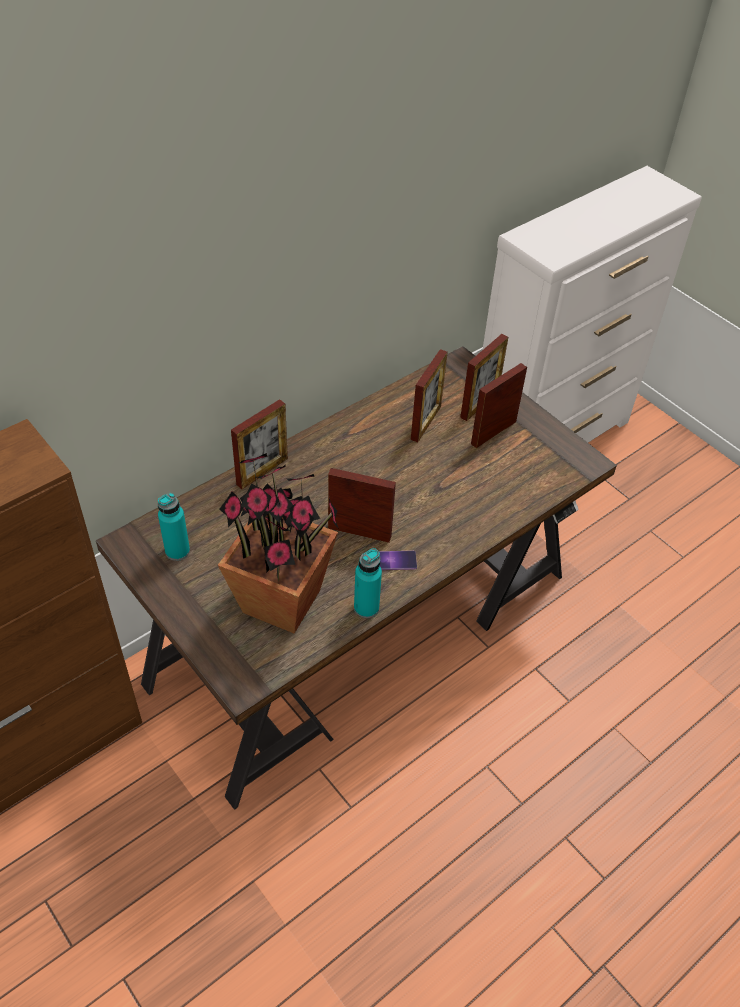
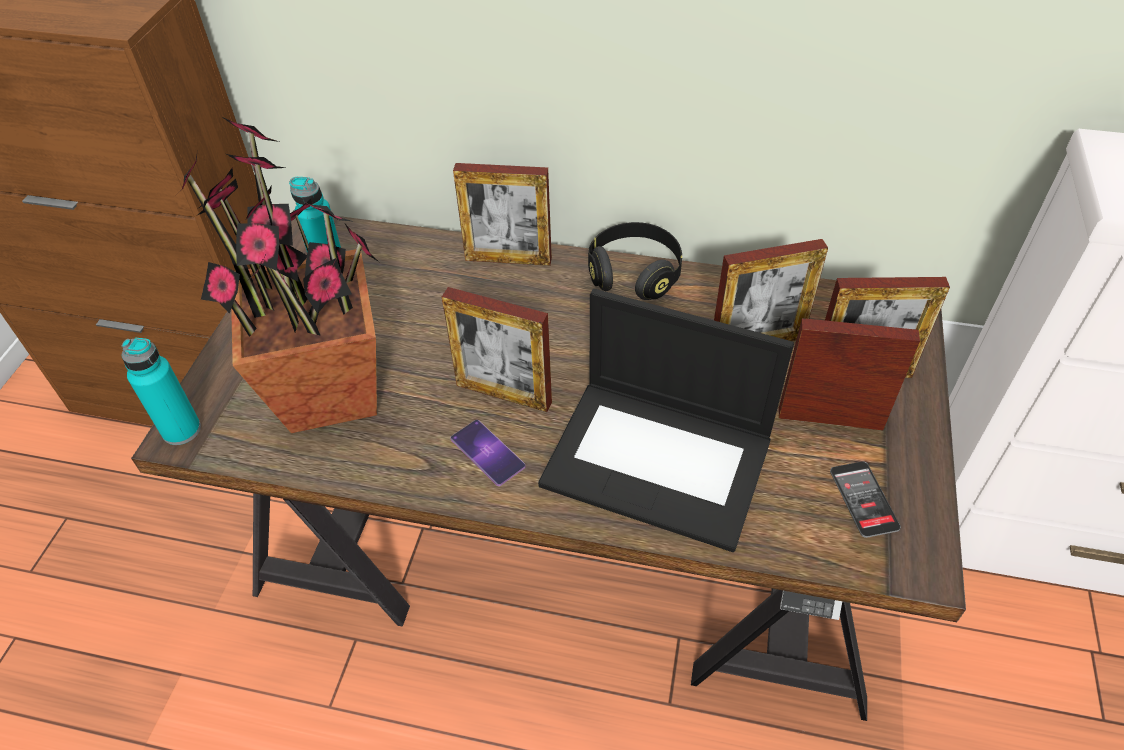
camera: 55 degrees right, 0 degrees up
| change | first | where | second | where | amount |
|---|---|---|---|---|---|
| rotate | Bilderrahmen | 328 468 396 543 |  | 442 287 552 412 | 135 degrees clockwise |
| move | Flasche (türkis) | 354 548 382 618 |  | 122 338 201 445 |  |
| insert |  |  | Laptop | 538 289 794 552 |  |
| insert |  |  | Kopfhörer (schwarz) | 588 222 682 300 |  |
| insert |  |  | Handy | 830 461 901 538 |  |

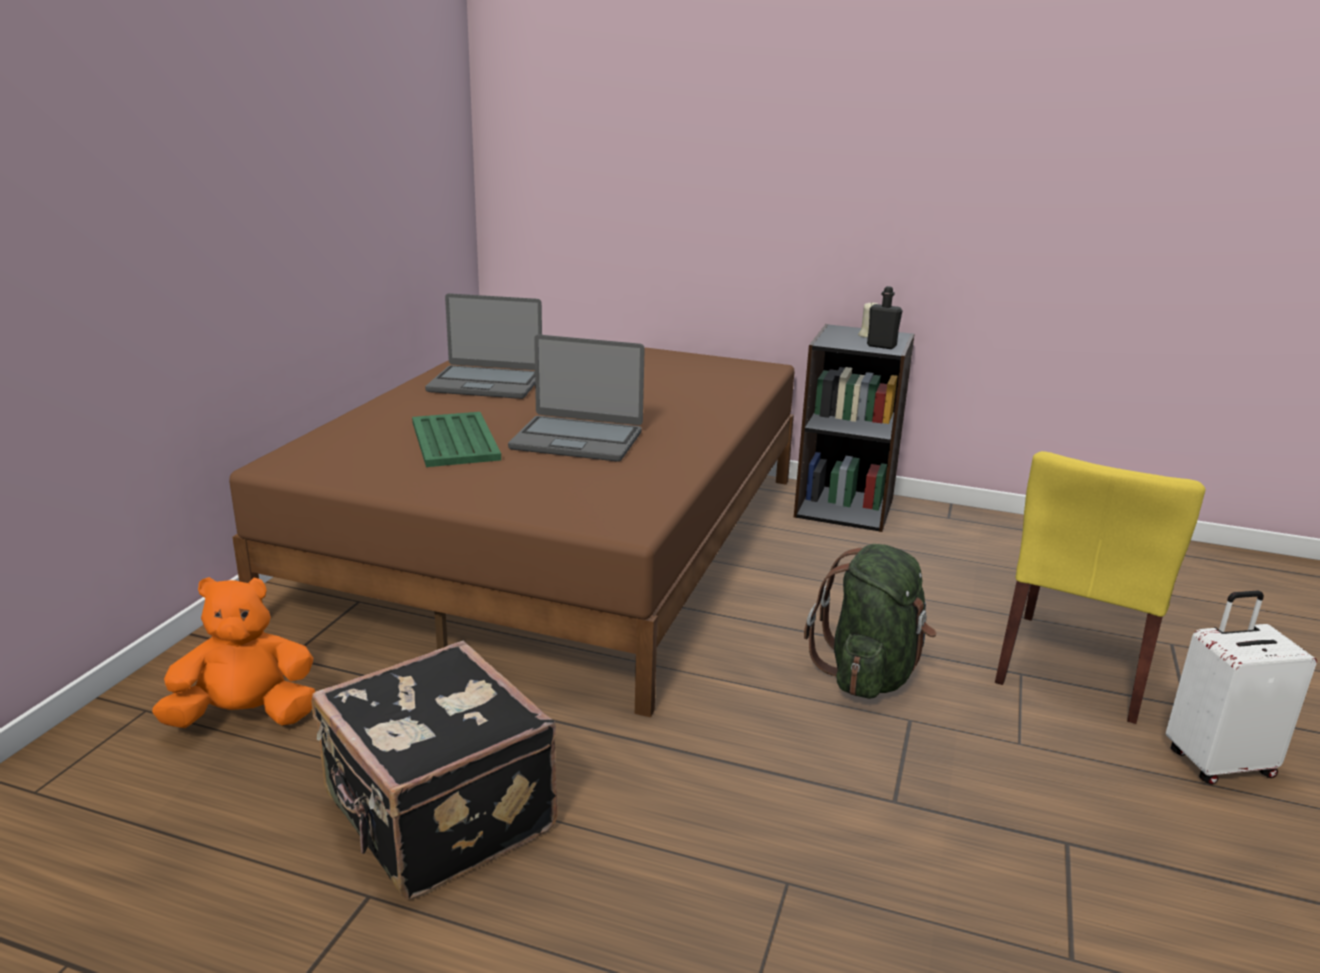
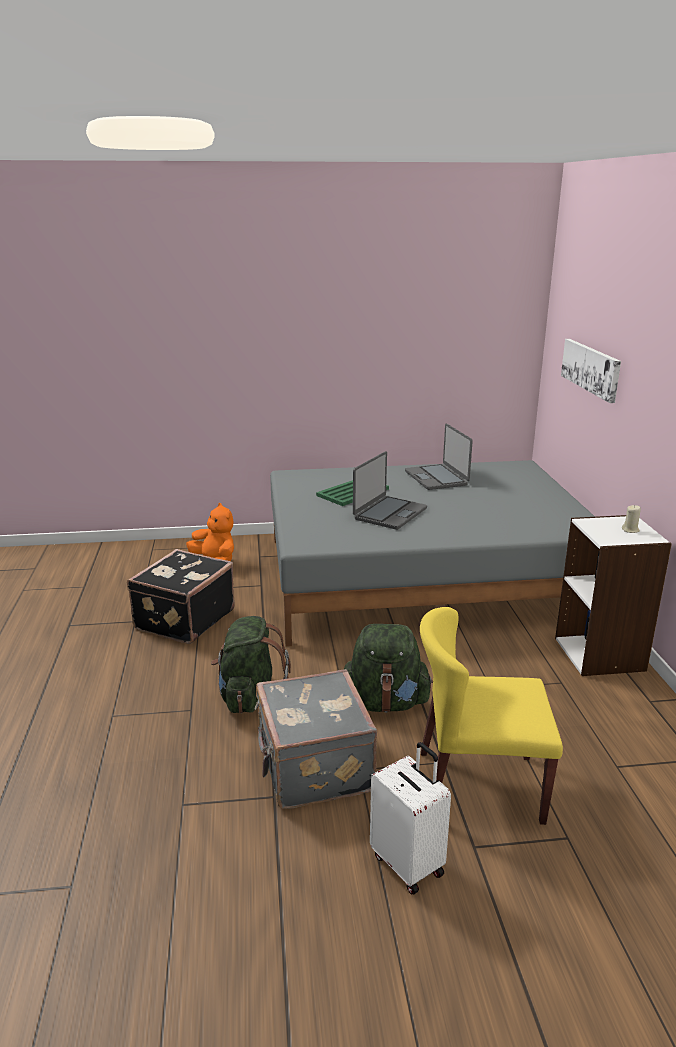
camera: 65 degrees right, 0 degrees up
| change | first | where | second | where | amount |
|---|---|---|---|---|---|
| recolor | Bett (braun) | 229 347 794 718 | Bett (grau) | 270 460 595 646 |  |
| rotate | Laptop | 508 334 645 462 |  | 353 451 427 530 | 135 degrees counterclockwise |
| recolor | Bücherregal (schwarz) | 794 324 915 532 | Bücherregal (weiß) | 555 515 672 676 |  |
| delete | Flasche (schwarz) | 867 286 903 349 |  |  |  |
| insert |  |  | Rucksack (grün) | 211 616 291 713 |  |
| insert |  |  | Koffer (grau) | 255 669 377 809 |  |
| insert |  |  | Bild | 561 339 621 403 |  |

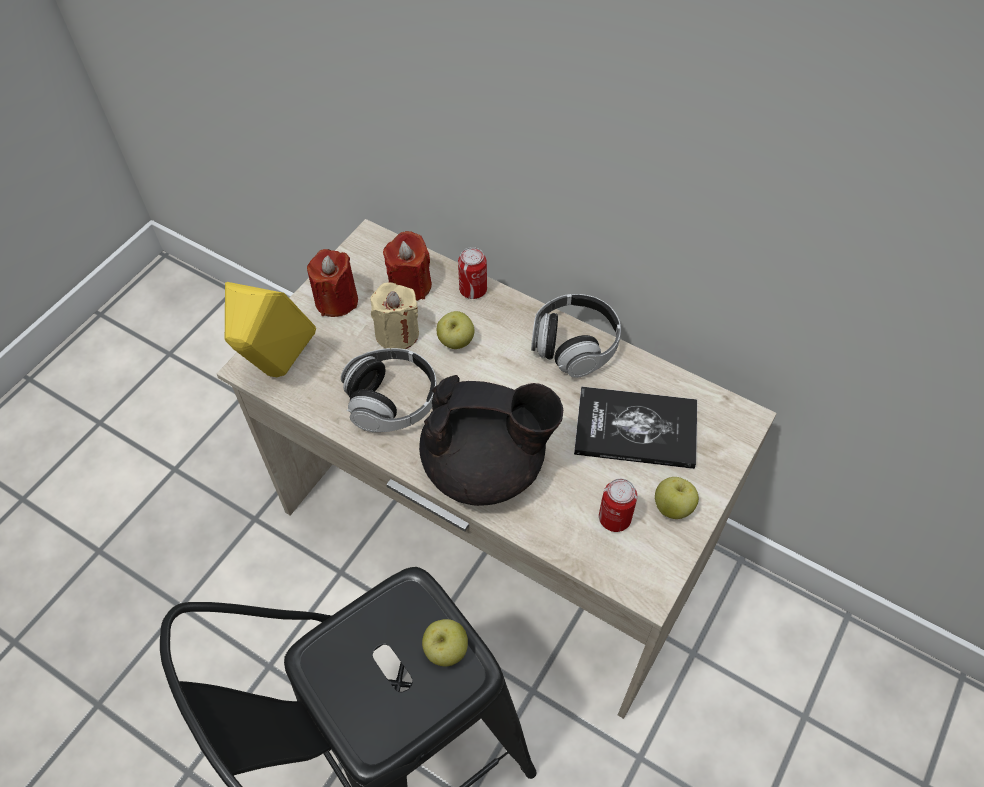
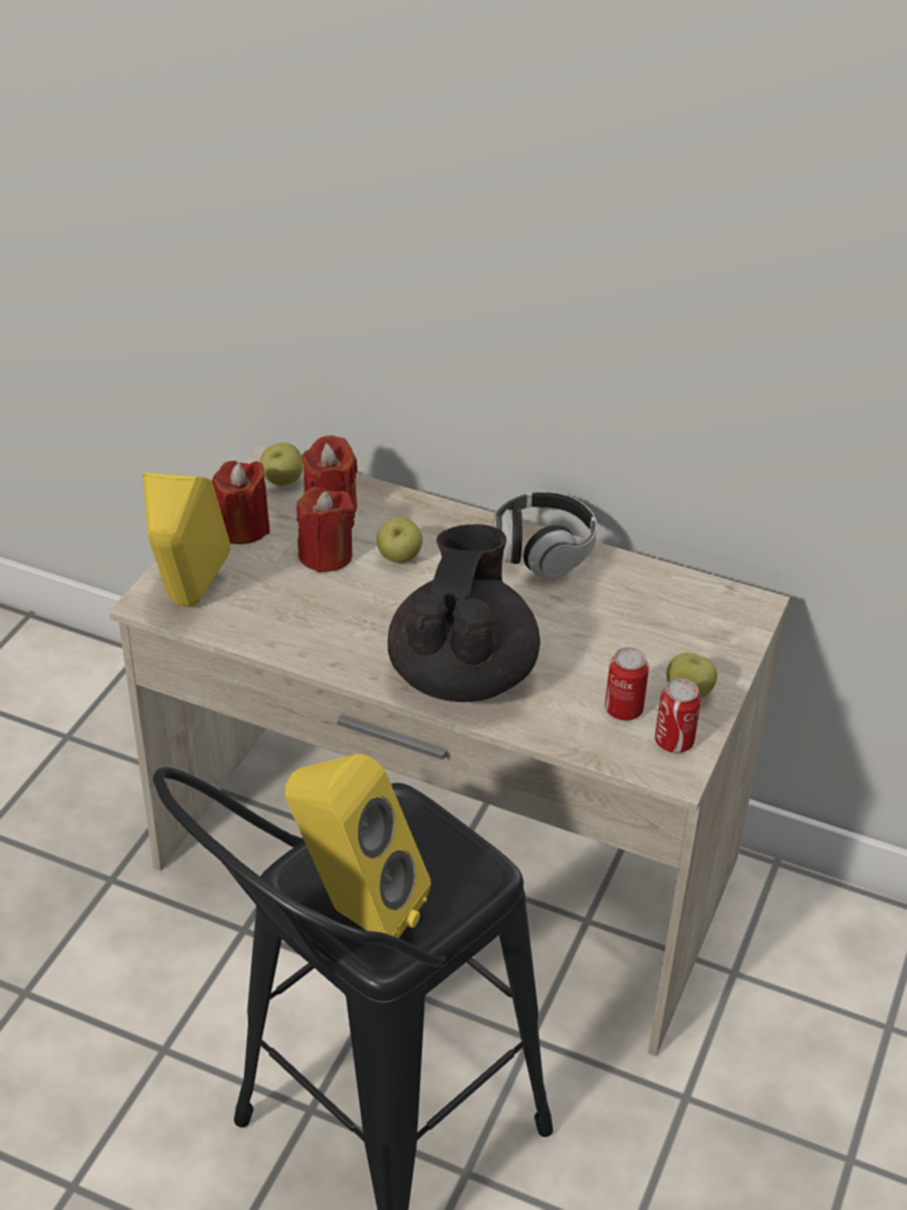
camera: 10 degrees left, 15 degrees down
| change | first | where | second | where | amount |
|---|---|---|---|---|---|
| delete | Kopfhörer | 341 348 437 432 |  |  |  |
| recolor | Kerze (beige) | 370 282 419 349 | Kerze (rot) | 297 487 355 573 |  |
| rotate | Teekanne (schwarz) | 419 375 563 506 |  | 388 524 540 702 | 75 degrees counterclockwise |
| move | Apfel | 422 619 468 667 |  | 260 443 303 486 |  |
| move | Dose | 458 247 487 299 |  | 655 679 701 753 |  |
| delete | Buch | 574 386 697 469 |  |  |  |
| insert |  |  | Lautsprecher (gelb) | 285 753 431 938 |  |

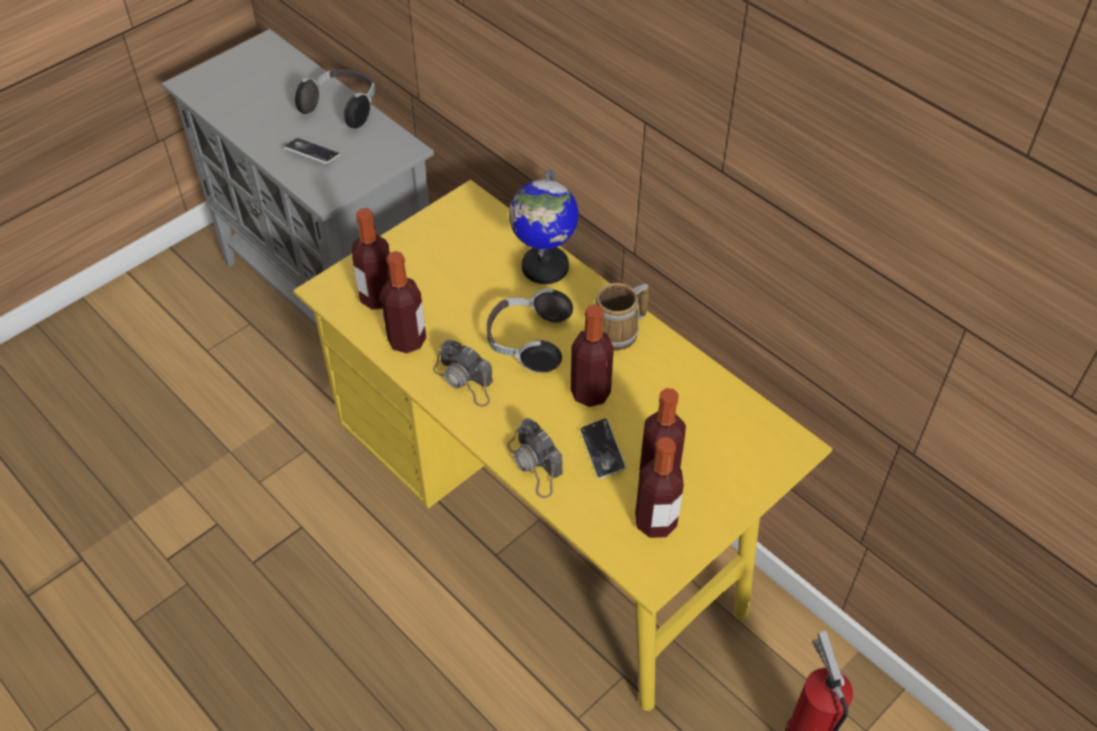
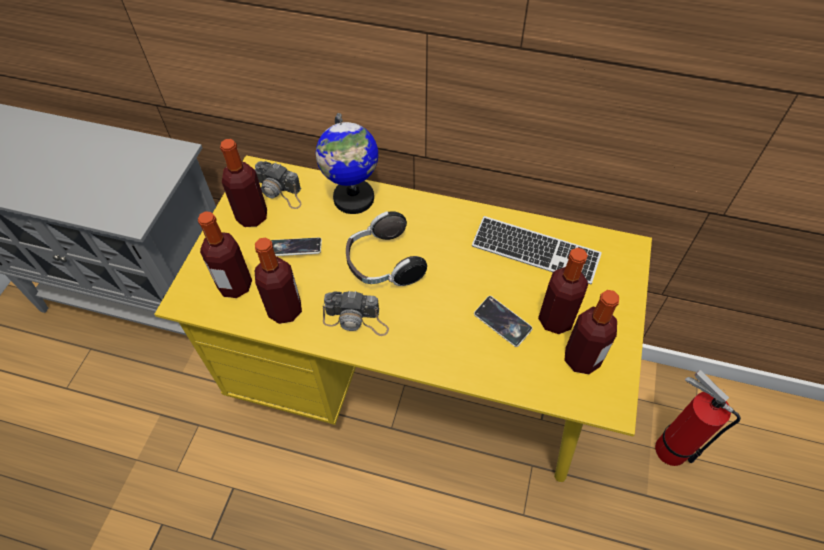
camera: 30 degrees left, 5 degrees up
| change | first | where | second | where | amount |
|---|---|---|---|---|---|
| move | Handy | 284 138 340 164 |  | 271 237 322 256 |  |
| delete | Kopfhörer | 295 69 375 128 |  |  |  |
| move | Kamera | 507 418 563 498 |  | 254 161 302 209 |  |
| move | Flasche | 571 304 614 407 |  | 220 139 267 227 |  |
| delete | Henkelbecher | 595 283 649 351 |  |  |  |
| insert |  |  | Tastatur | 472 216 602 284 |  |

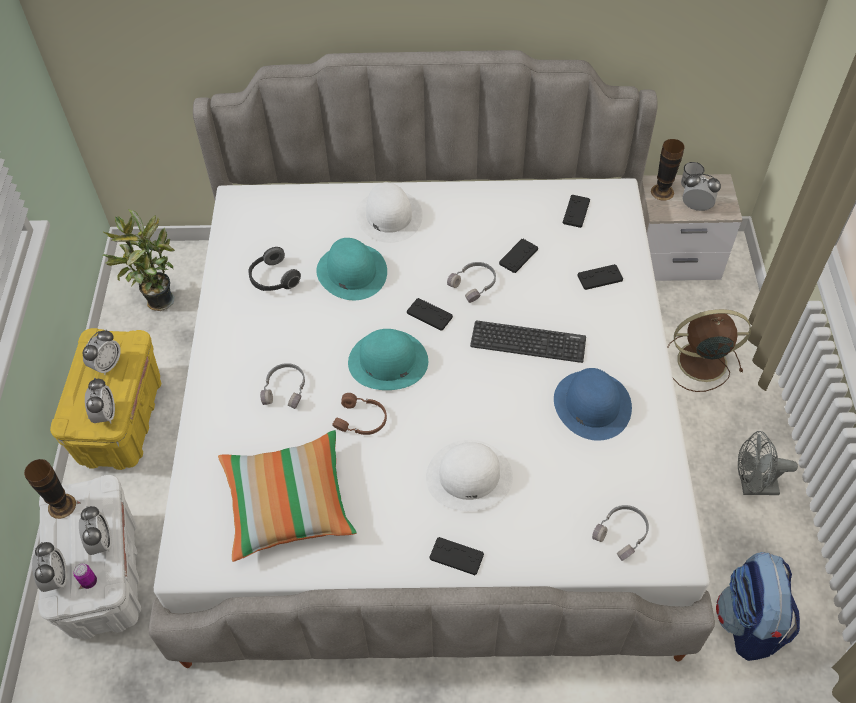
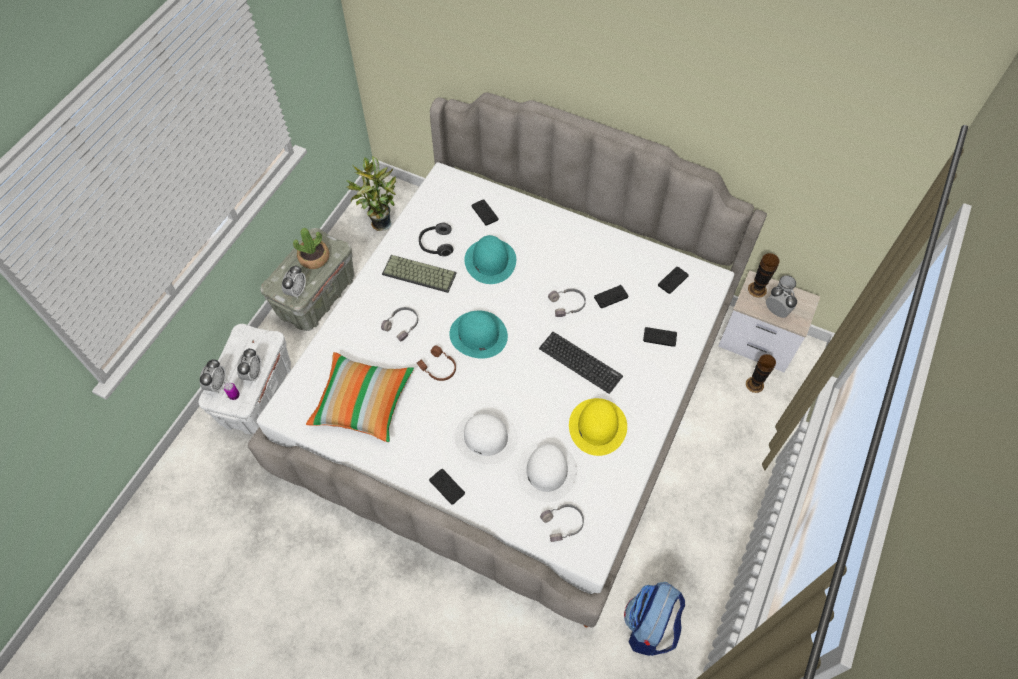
camera: 25 degrees right, 5 degrees up
| change | first | where | second | where | amount |
|---|---|---|---|---|---|
| move | Vase | 24 459 76 519 |  | 746 354 776 393 |  |
| recolor | Aufbewahrungsbox (gelb) | 50 328 161 470 | Aufbewahrungsbox (grau) | 260 228 354 331 |  |
| replace | Wecker | 83 330 121 375 | Topfpflanze | 293 228 329 269 |  |
| move | Hut (weiß) | 355 182 423 243 |  | 517 441 577 502 |  |
| move | Gamepad (schwarz) | 407 298 453 331 |  | 472 200 498 225 |  |
| recolor | Hut (blau) | 554 368 632 441 | Hut (gelb) | 569 398 627 456 |  |
| delete | Ventilator (braun) | 667 309 751 392 |  |  |  |
| delete | Ventilator (grau) | 738 431 798 495 |  |  |  |
| insert |  |  | Tastatur | 382 255 457 293 |  |

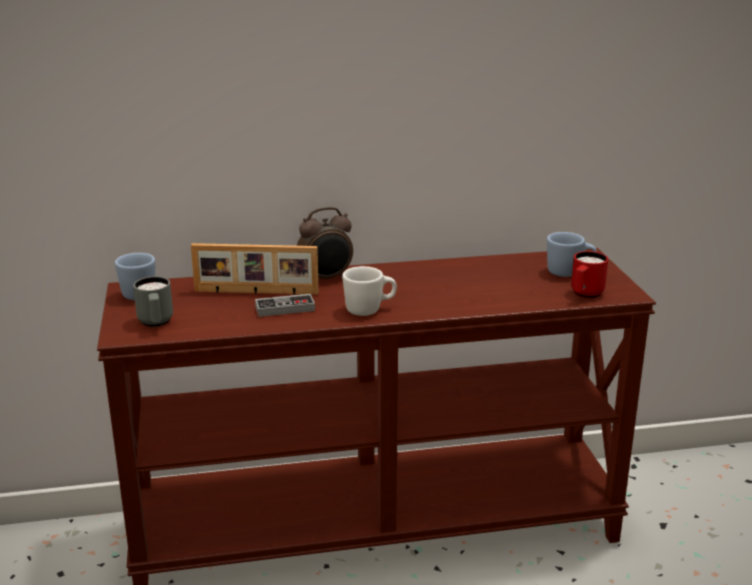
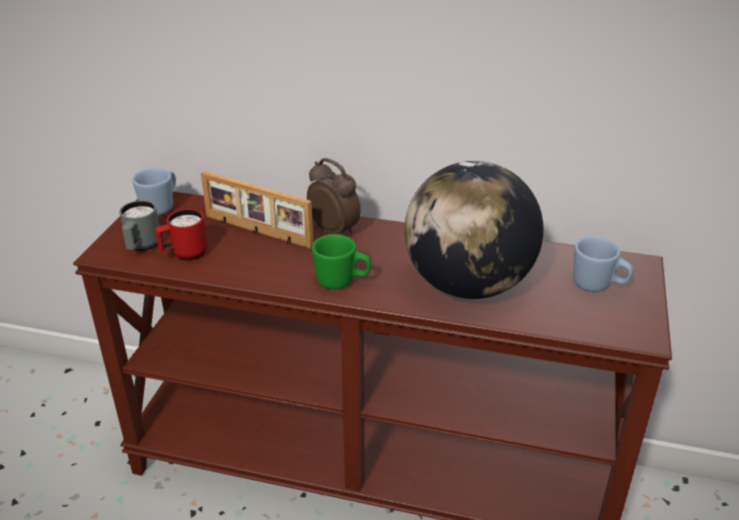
camera: 25 degrees right, 10 degrees up
| change | first | where | second | where | amount |
|---|---|---|---|---|---|
| delete | Gamepad | 255 294 315 317 |  |  |  |
| rotate | Wecker | 297 207 353 279 |  | 307 158 361 235 | 135 degrees counterclockwise |
| recolor | Henkelbecher (weiß) | 342 266 397 316 | Henkelbecher (grün) | 312 234 371 289 |  |
| move | Henkelbecher (rot) | 571 251 608 298 |  | 155 209 207 260 |  |
| insert |  |  | Globus | 404 161 544 299 |  |

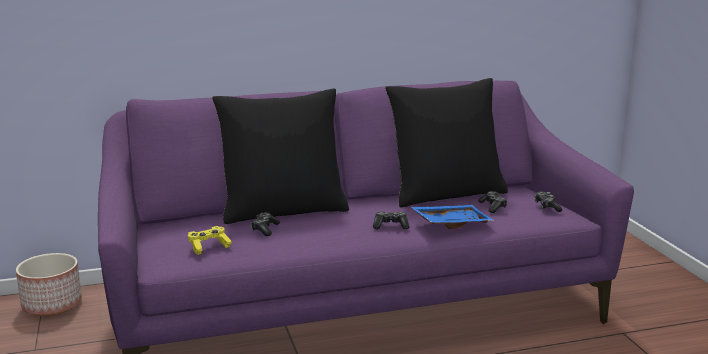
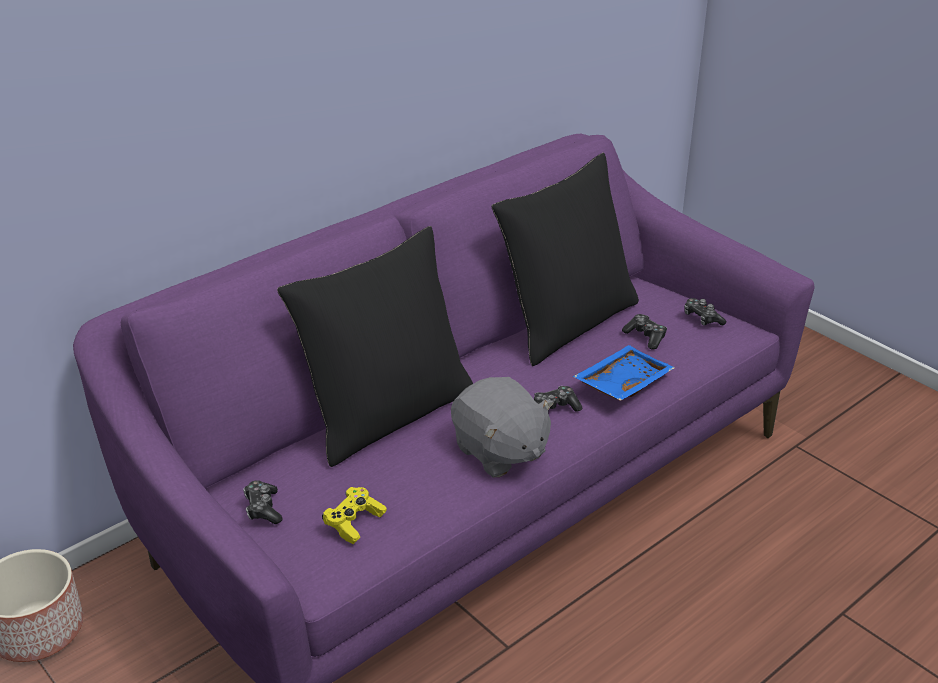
camera: 25 degrees left, 15 degrees up
| change | first | where | second | where | amount |
|---|---|---|---|---|---|
| move | Gamepad | 251 212 280 236 |  | 243 480 283 524 |  |
| insert |  |  | Plüschtier (grau) | 451 377 554 477 |  |

